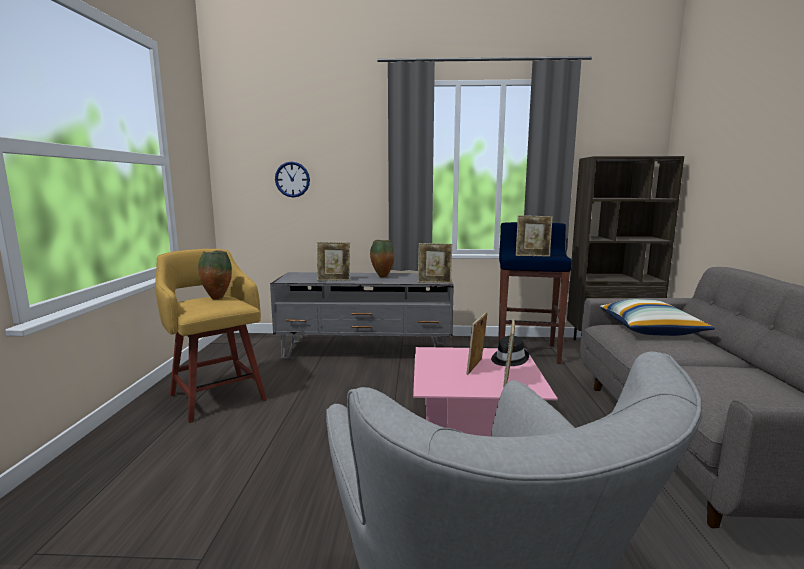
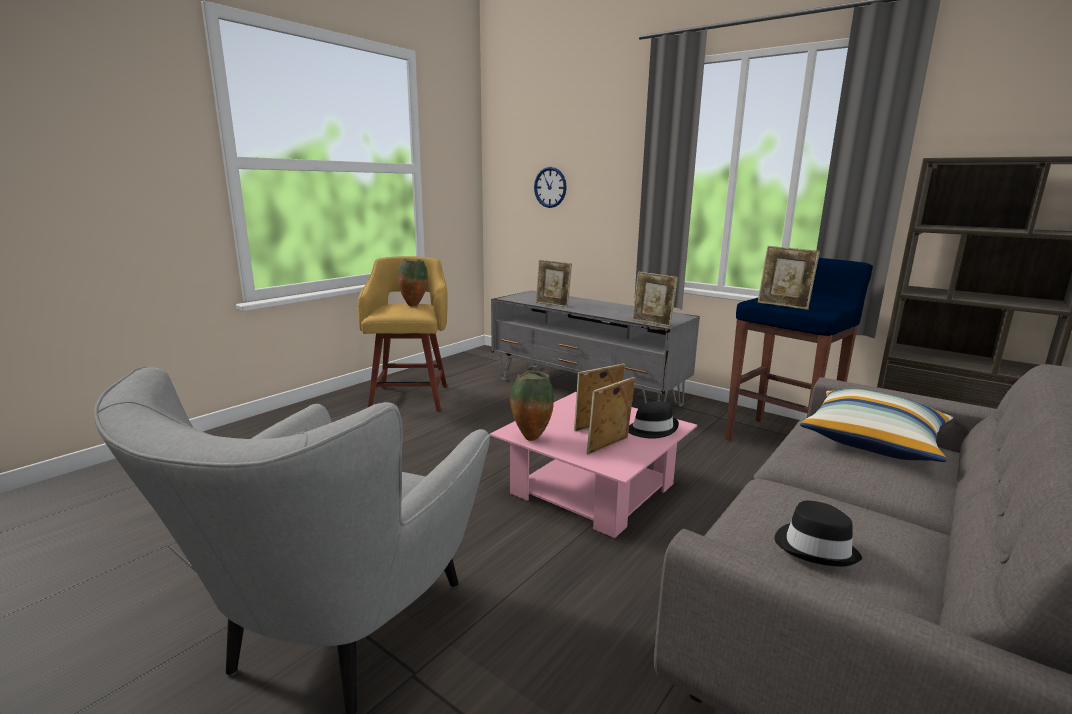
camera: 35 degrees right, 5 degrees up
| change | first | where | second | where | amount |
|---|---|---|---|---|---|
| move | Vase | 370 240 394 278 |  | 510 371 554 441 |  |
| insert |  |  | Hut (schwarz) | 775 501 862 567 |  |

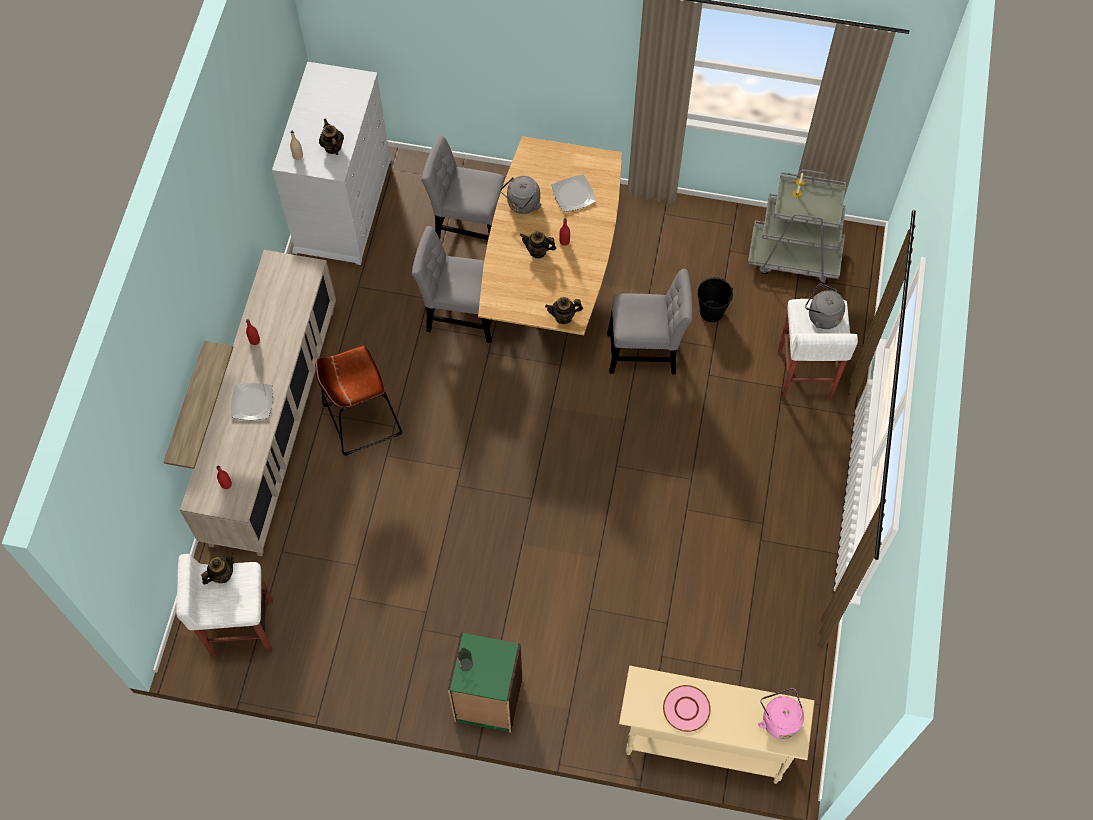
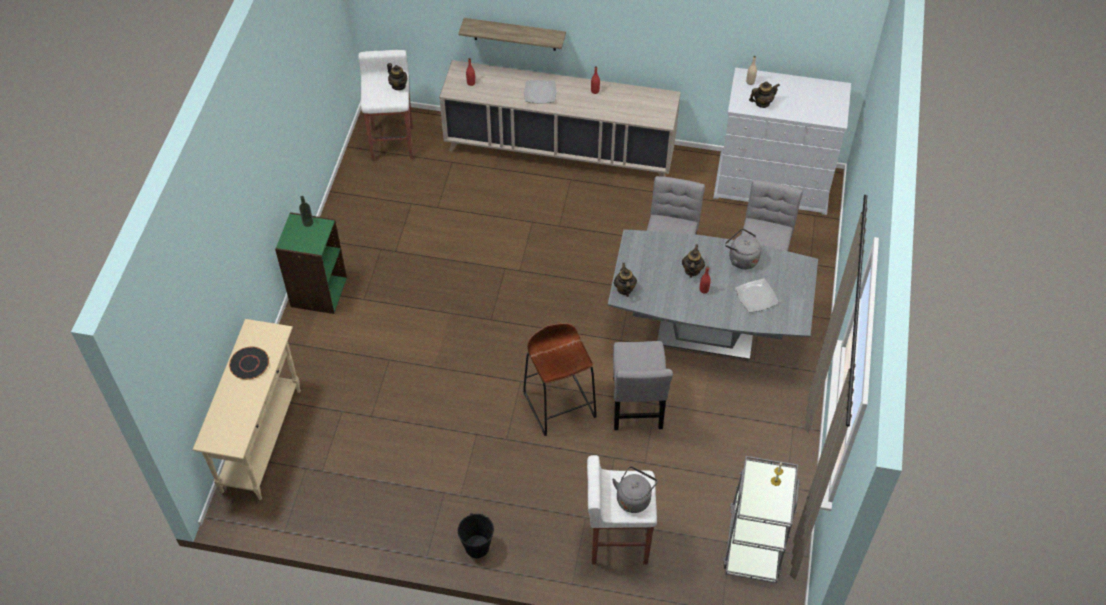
camera: 90 degrees right, 10 degrees down
| change | first | where | second | where | amount |
|---|---|---|---|---|---|
| move | Hocker (braun) | 315 346 402 456 |  | 523 323 597 436 |  |
| recolor | Esstisch (braun) | 478 136 622 335 | Esstisch (grau) | 608 229 818 360 |  |
| recolor | Teller (rosa) | 663 685 711 732 | Teller (schwarz) | 229 347 269 380 |  |
| move | Eimer (schwarz) | 698 277 733 322 |  | 458 513 494 558 |  |
| delete | Wasserkessel (rosa) | 758 688 804 739 |  |  |  |

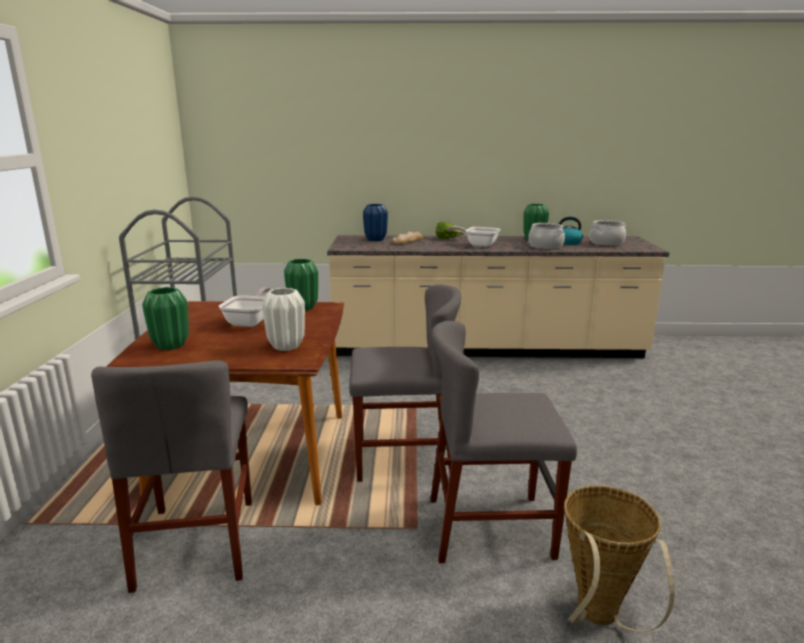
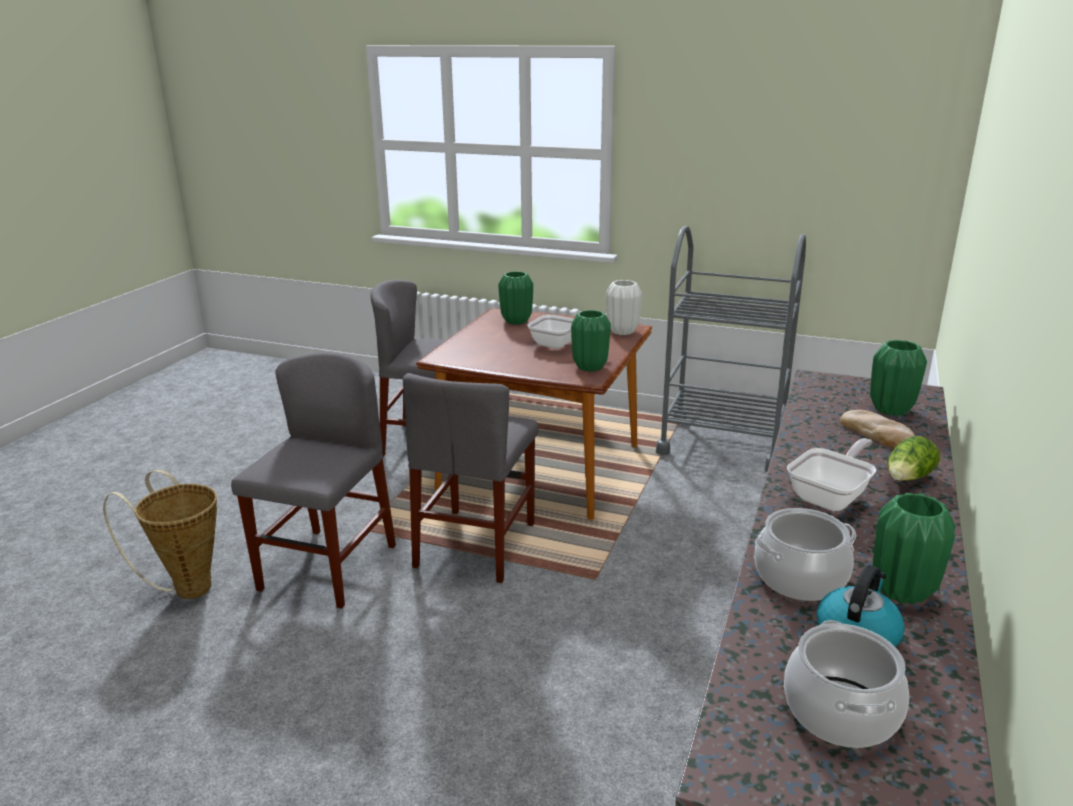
camera: 110 degrees right, 5 degrees up
| change | first | where | second | where | amount |
|---|---|---|---|---|---|
| move | Vase (weiß) | 262 288 305 351 |  | 606 280 642 335 |  |
| recolor | Vase (blau) | 363 204 388 241 | Vase (grün) | 870 340 927 416 |  |

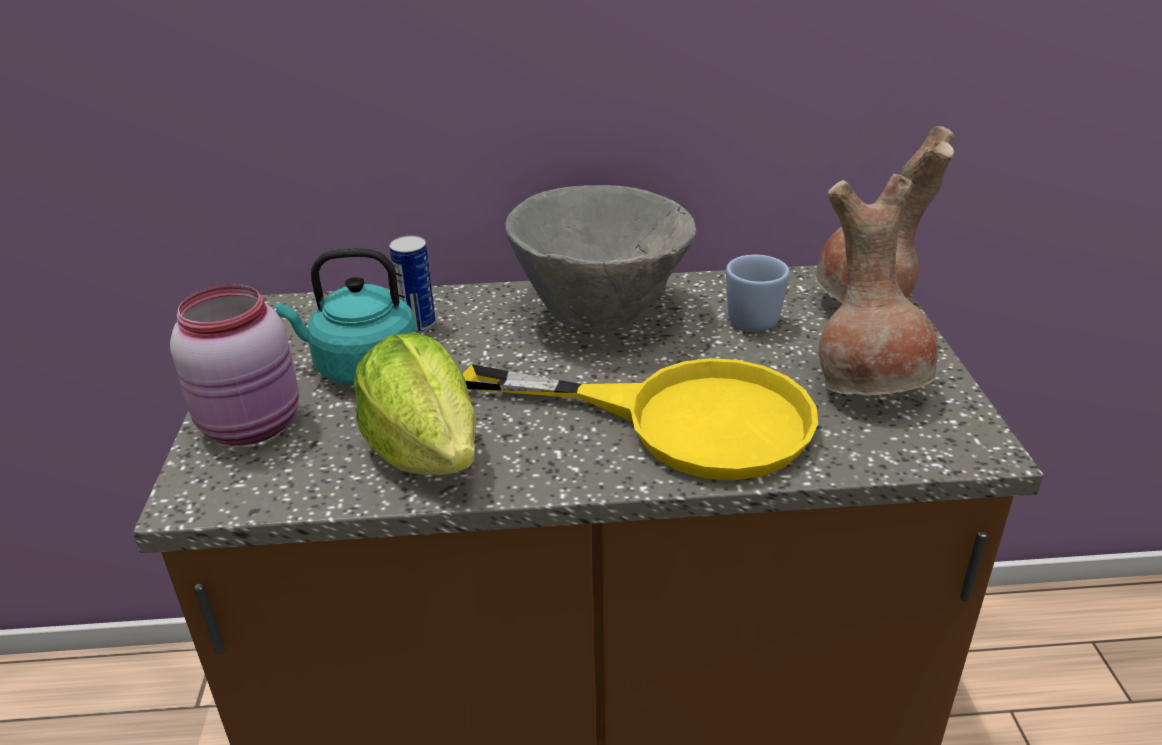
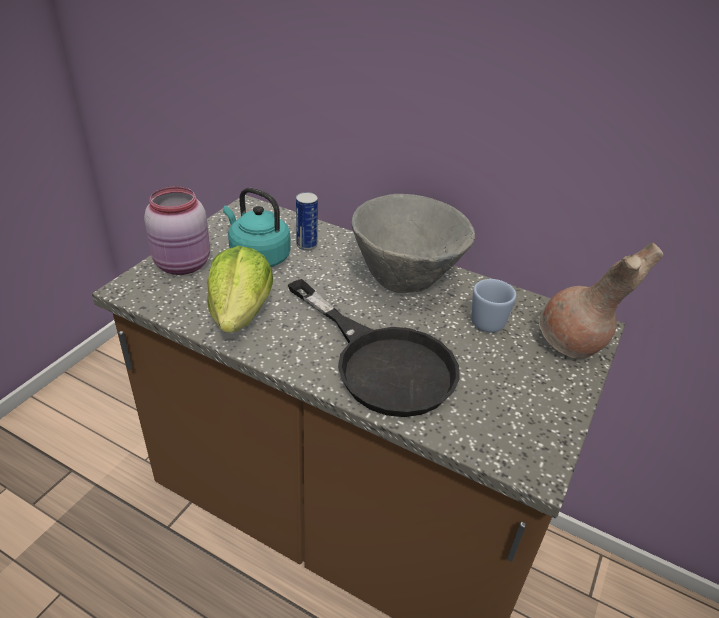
camera: 30 degrees right, 5 degrees up
| change | first | where | second | where | amount |
|---|---|---|---|---|---|
| recolor | Pfanne (gelb) | 463 358 818 480 | Pfanne (schwarz) | 288 279 460 417 |  |
| delete | Vase (braun) | 819 174 938 395 |  |  |  |

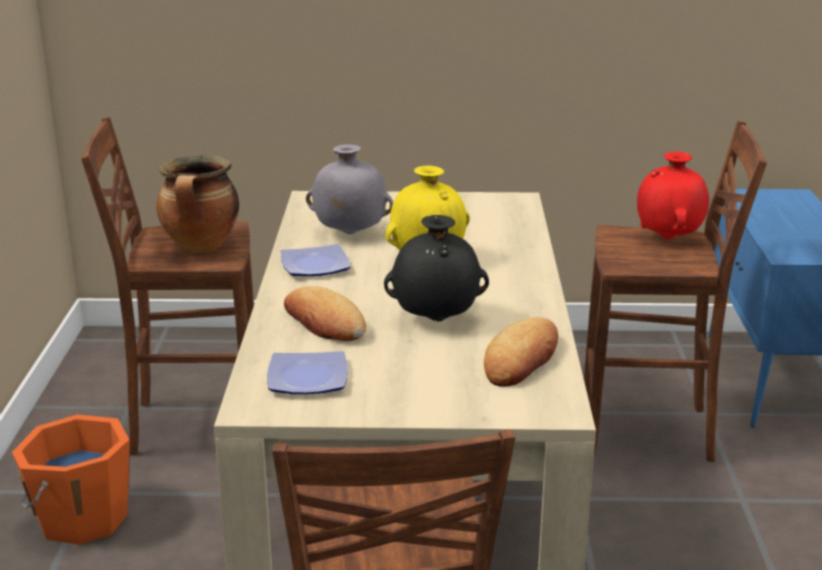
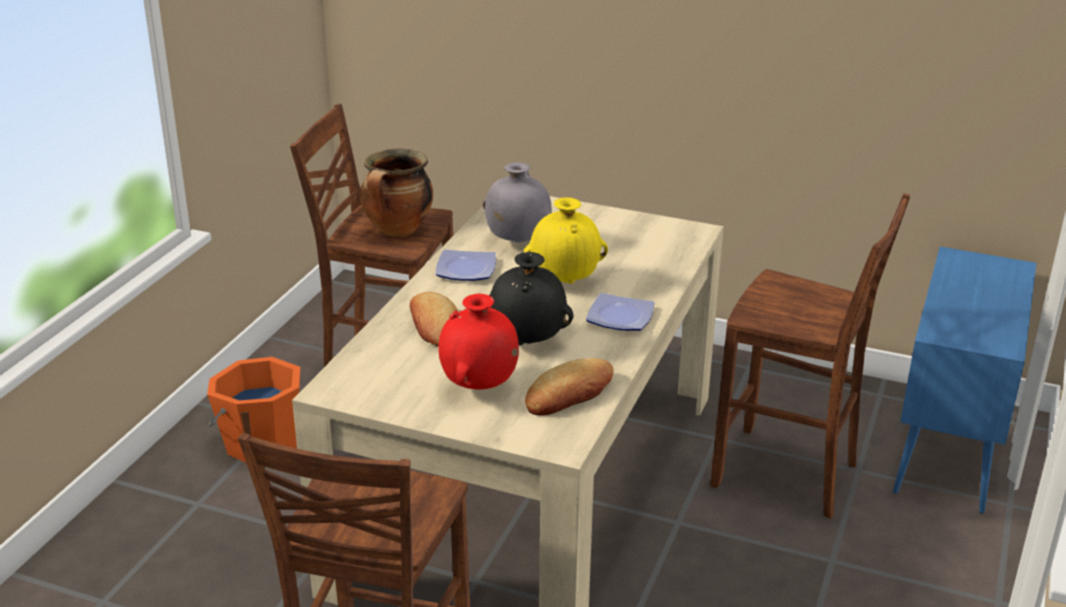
camera: 20 degrees right, 5 degrees up
| change | first | where | second | where | amount |
|---|---|---|---|---|---|
| move | Teller | 267 351 348 394 |  | 586 293 654 331 |  |
| move | Vase (rot) | 637 152 709 239 |  | 438 294 519 389 |  |

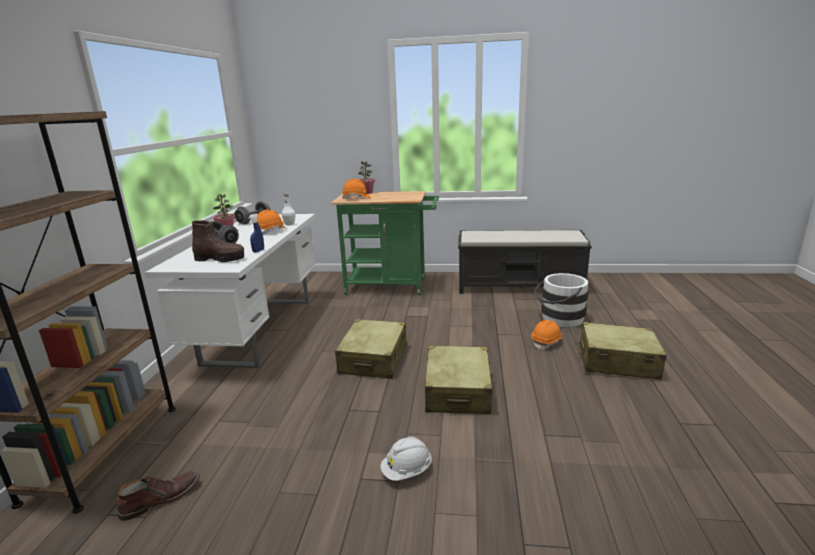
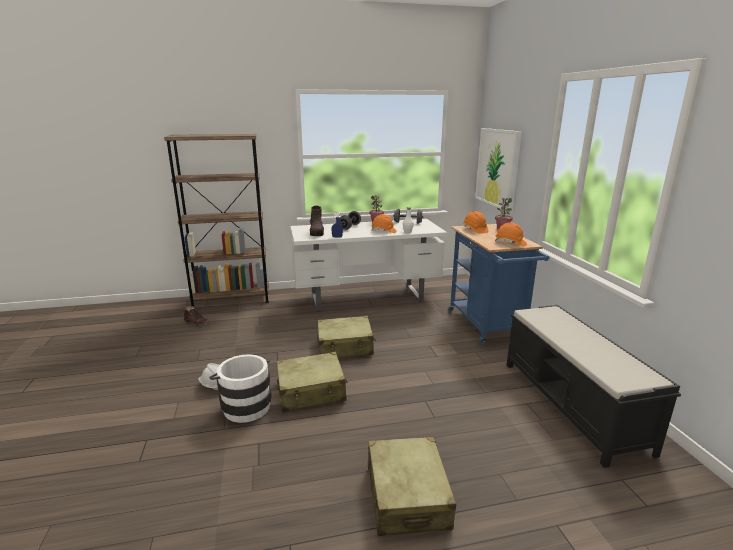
camera: 70 degrees right, 0 degrees up
| change | first | where | second | where | amount |
|---|---|---|---|---|---|
| recolor | Rollwagen (grün) | 331 191 439 295 | Rollwagen (blau) | 448 224 550 344 |  |
| move | Schutzhelm (orange) | 532 320 563 350 |  | 495 222 527 246 |  |
| move | Eimer (weiß) | 534 273 589 327 |  | 209 354 272 423 |  |
| insert |  |  | Bild | 475 128 522 212 |  |

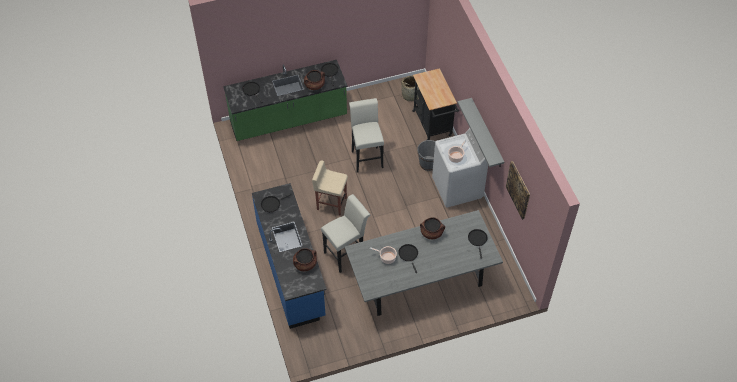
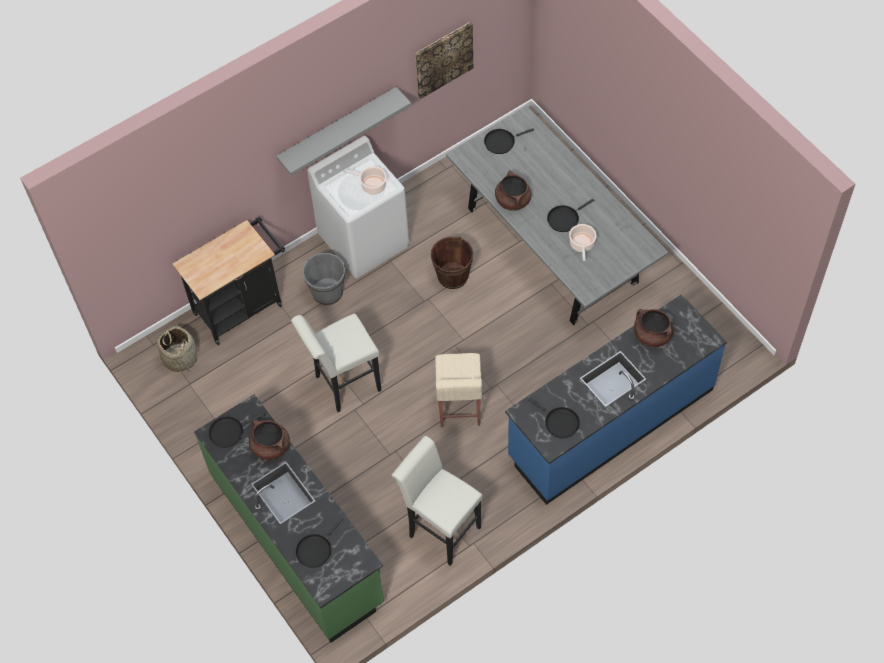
camera: 105 degrees left, 5 degrees up
| change | first | where | second | where | amount |
|---|---|---|---|---|---|
| move | Hocker (weiß) | 321 194 370 273 |  | 392 436 483 566 |  |
| insert |  |  | Eimer (braun) | 431 237 473 289 |  |

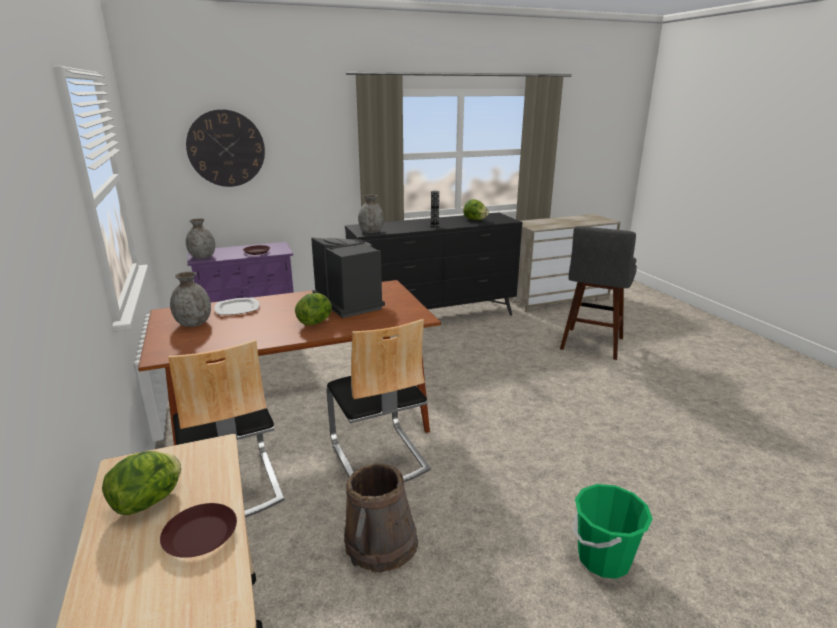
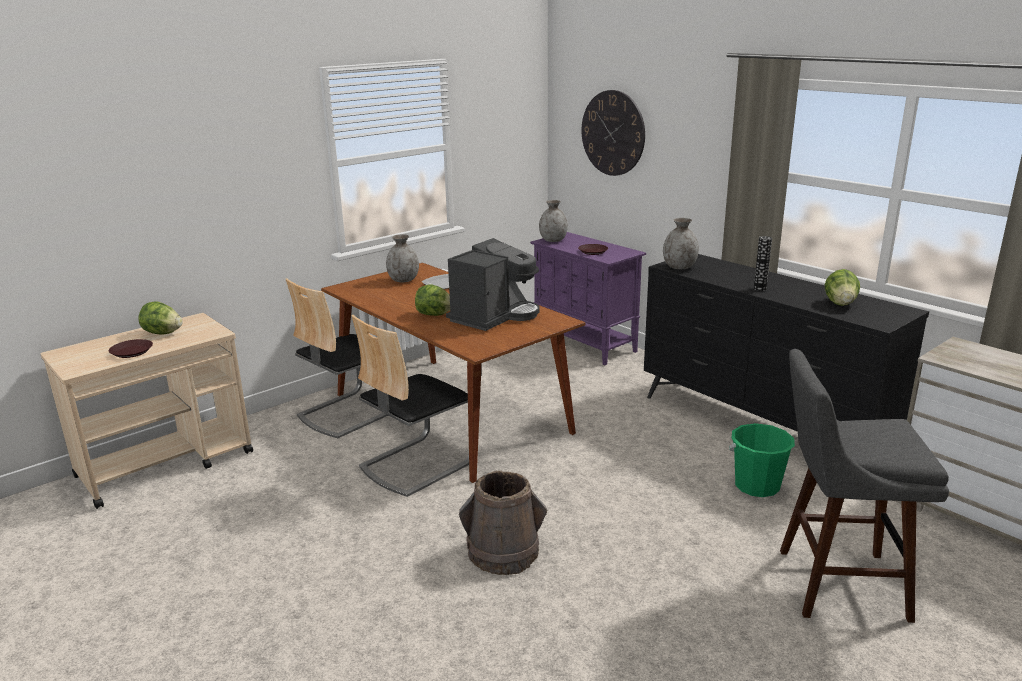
camera: 70 degrees right, 0 degrees up
| change | first | where | second | where | amount |
|---|---|---|---|---|---|
| move | Eimer (braun) | 344 463 418 573 |  | 459 470 547 575 |  |
| move | Eimer (grün) | 573 484 653 579 |  | 729 423 795 497 |  |

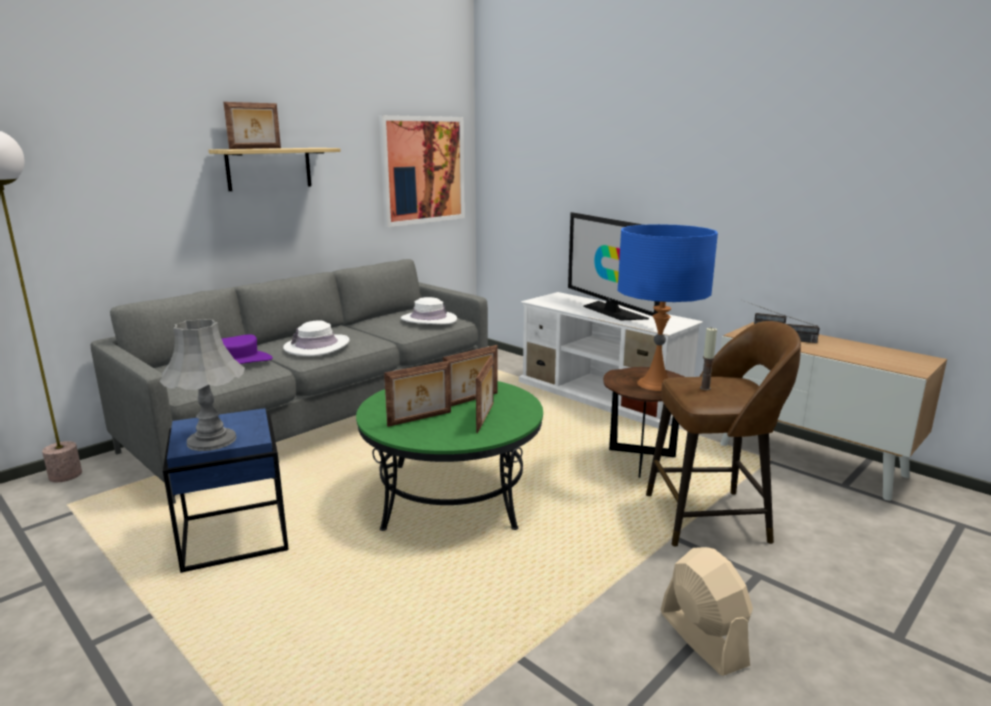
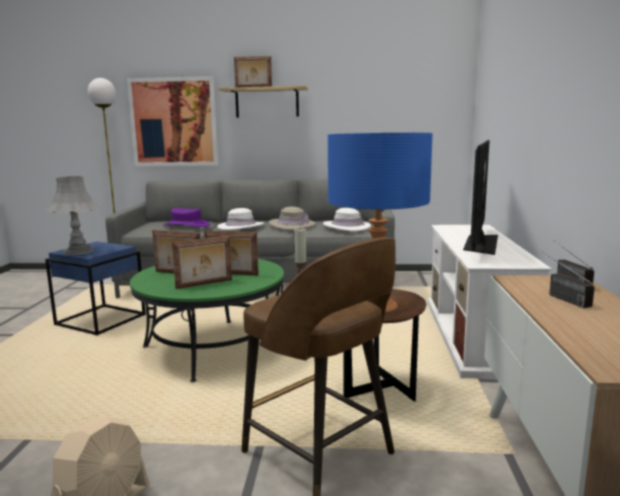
camera: 50 degrees right, 5 degrees down
| change | first | where | second | where | amount |
|---|---|---|---|---|---|
| move | Bild | 379 115 465 227 |  | 127 76 218 166 |  |
| insert |  |  | Hut (beige) | 269 207 315 230 |  |

